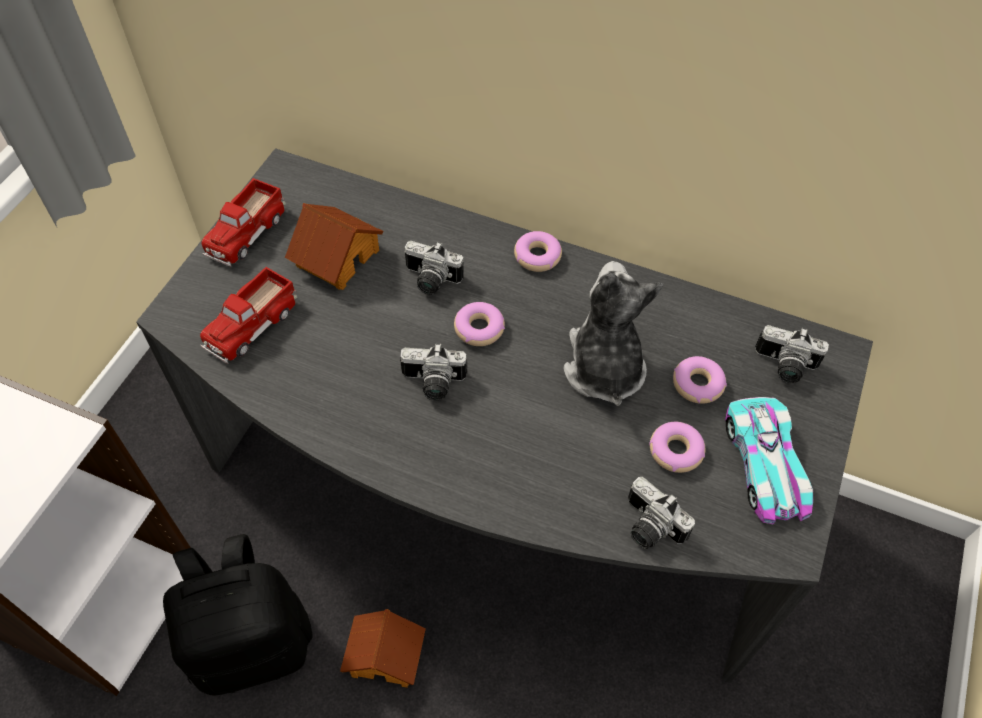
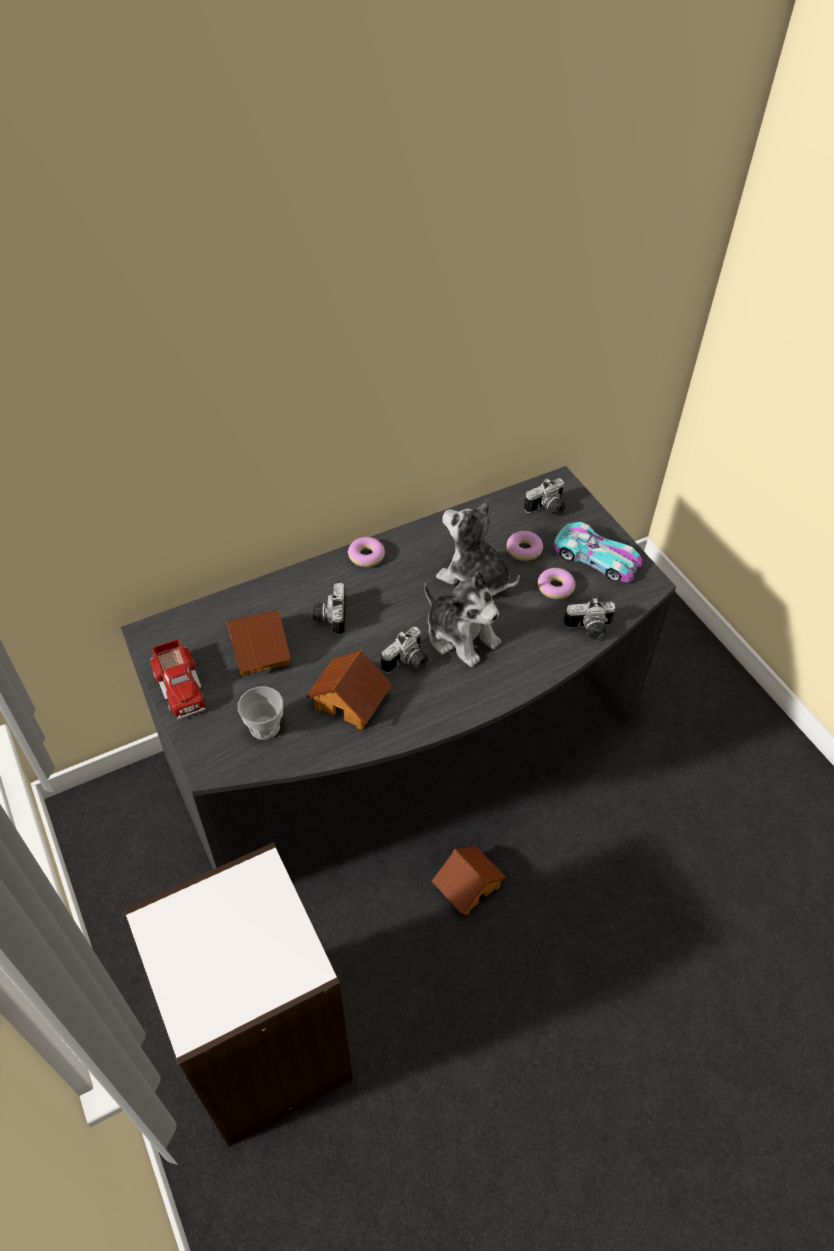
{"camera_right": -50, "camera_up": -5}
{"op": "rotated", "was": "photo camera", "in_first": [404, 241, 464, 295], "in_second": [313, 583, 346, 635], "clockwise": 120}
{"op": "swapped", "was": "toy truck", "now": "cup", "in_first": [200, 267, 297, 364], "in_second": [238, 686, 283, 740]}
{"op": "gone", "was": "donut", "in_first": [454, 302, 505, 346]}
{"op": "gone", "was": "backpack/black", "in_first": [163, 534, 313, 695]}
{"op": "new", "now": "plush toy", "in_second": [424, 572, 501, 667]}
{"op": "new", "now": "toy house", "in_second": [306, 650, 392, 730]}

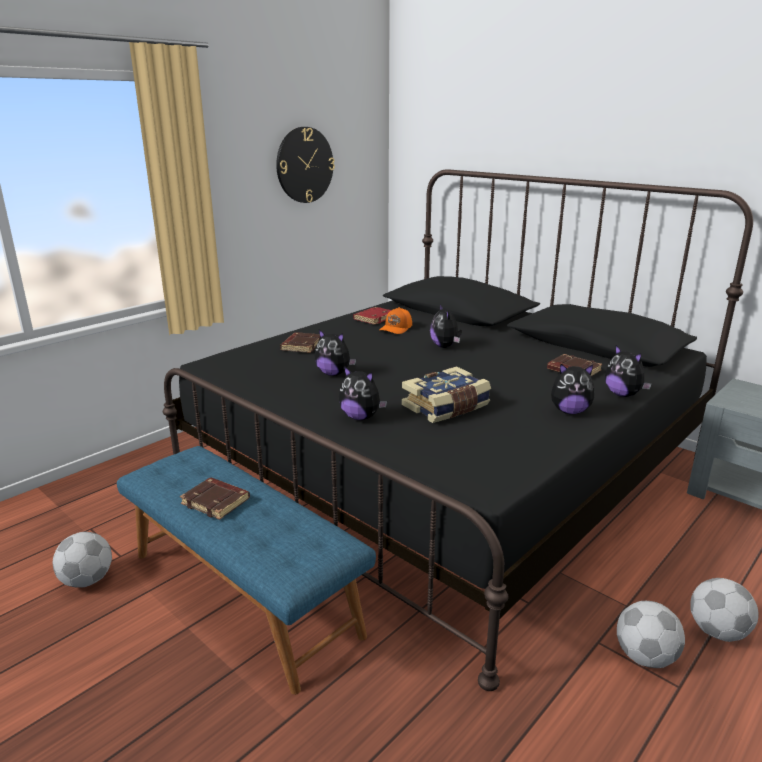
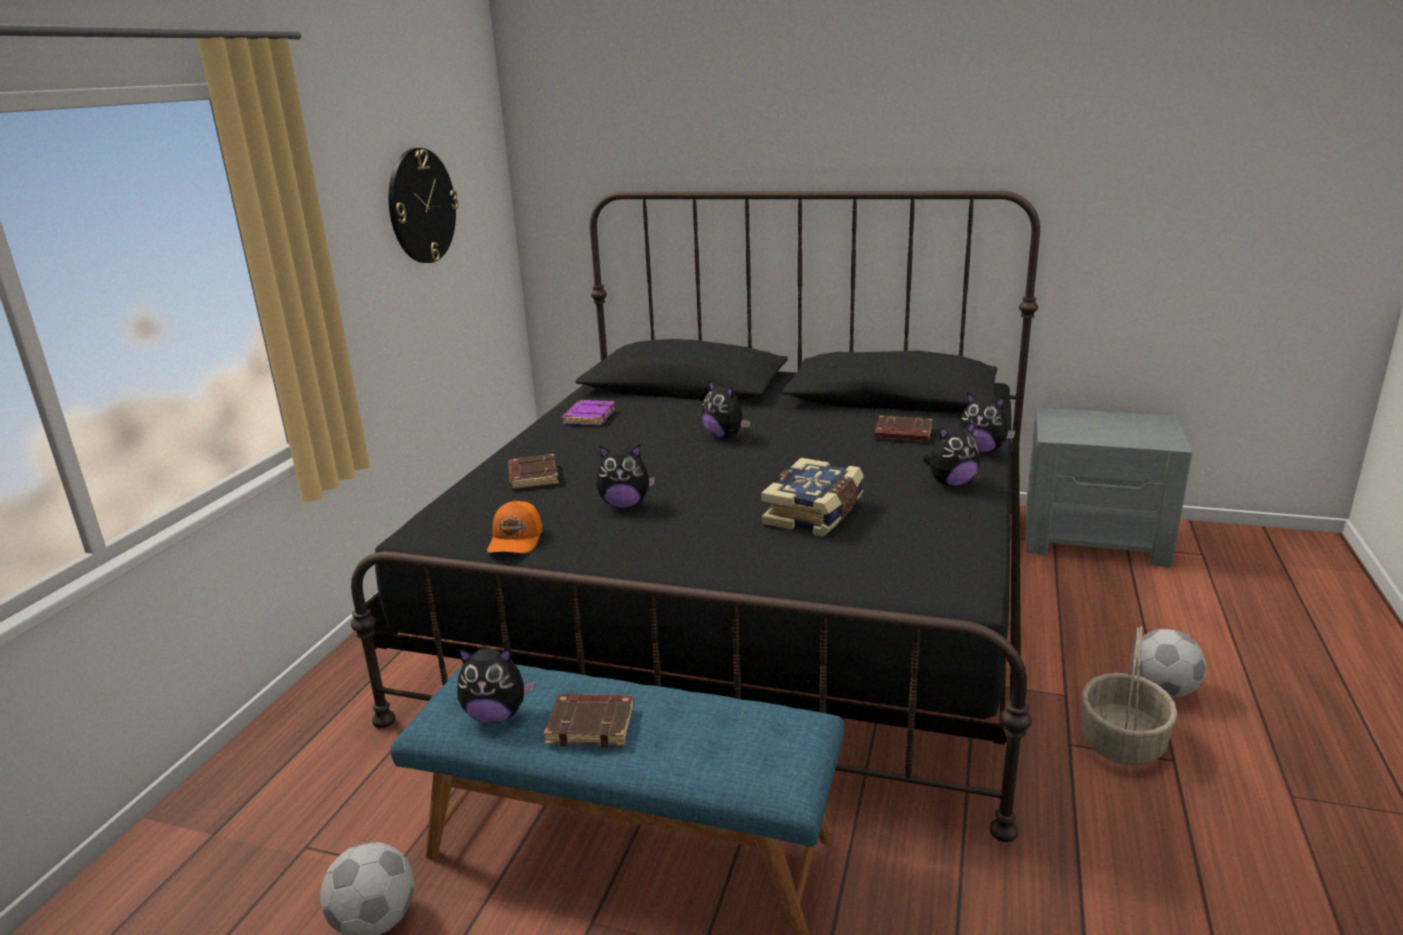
{"camera_right": -25, "camera_up": 0}
{"op": "repainted", "was": "book/red", "now": "book/purple", "in_first": [353, 307, 391, 325], "in_second": [561, 400, 616, 426]}
{"op": "shifted", "was": "cap/orange", "in_first": [379, 307, 412, 334], "in_second": [487, 500, 543, 553]}
{"op": "shifted", "was": "plush toy", "in_first": [339, 366, 387, 420], "in_second": [457, 648, 534, 723]}
{"op": "swapped", "was": "football", "now": "basket", "in_first": [617, 601, 685, 668], "in_second": [1081, 626, 1178, 766]}

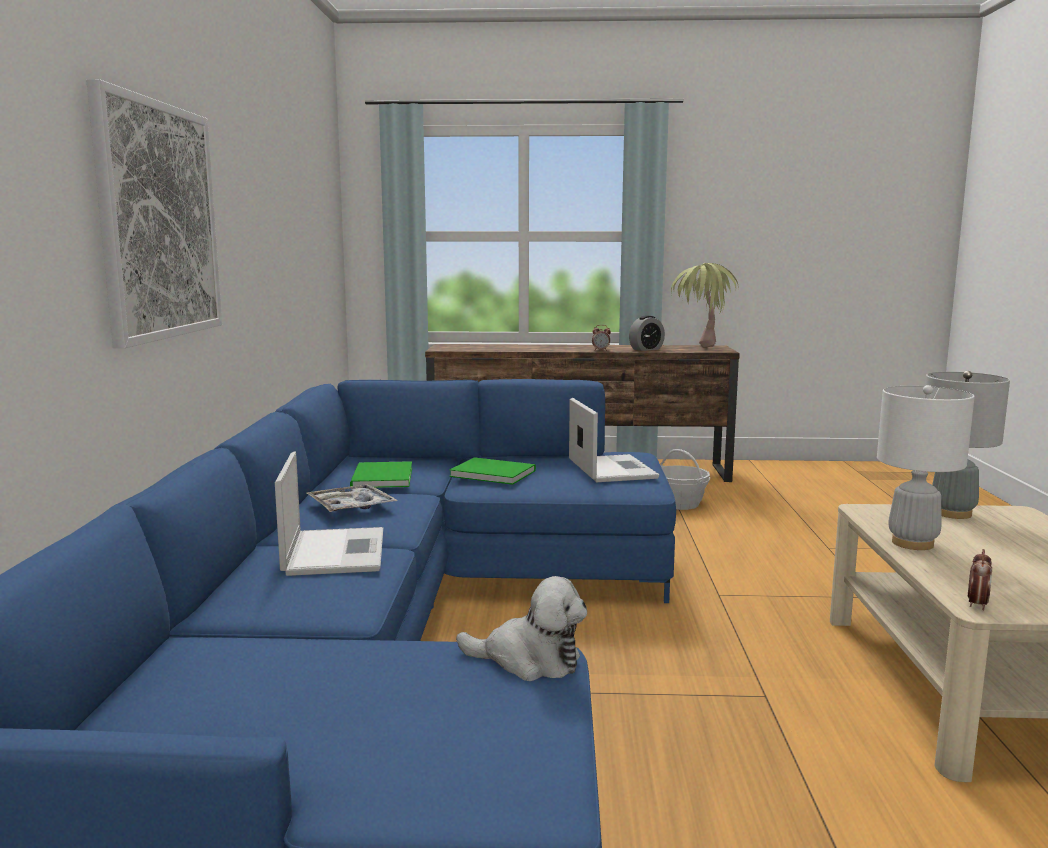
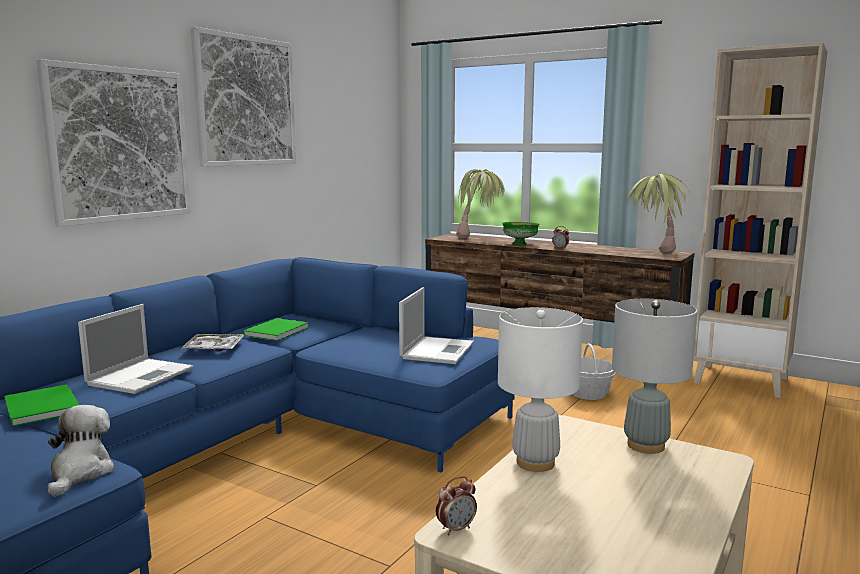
{"camera_right": 30, "camera_up": 0}
{"op": "gone", "was": "alarm clock", "in_first": [629, 315, 665, 351]}
{"op": "shifted", "was": "book/green", "in_first": [449, 457, 536, 485], "in_second": [4, 385, 79, 426]}
{"op": "rotated", "was": "plush toy", "in_first": [456, 576, 587, 681], "in_second": [47, 405, 114, 497], "clockwise": -135}
{"op": "new", "now": "picture", "in_second": [191, 27, 296, 167]}
{"op": "new", "now": "bookcase/beige", "in_second": [693, 42, 827, 398]}
{"op": "new", "now": "potted plant", "in_second": [456, 169, 504, 238]}
{"op": "new", "now": "bowl/green", "in_second": [502, 222, 539, 245]}

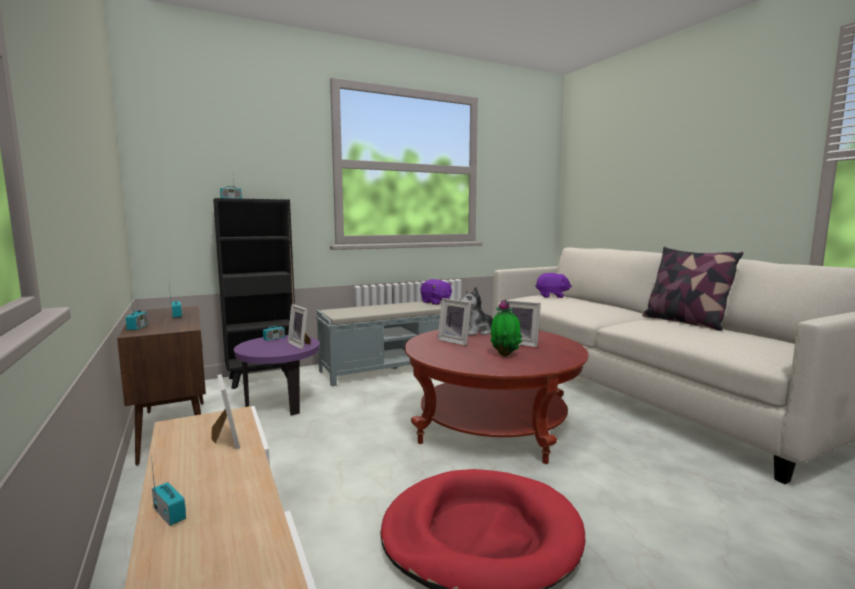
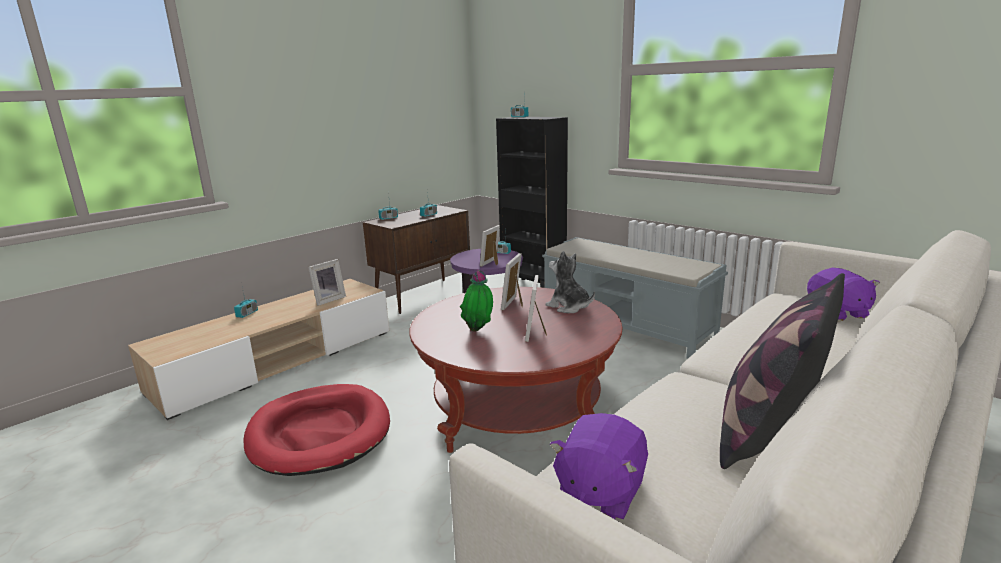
{"camera_right": 70, "camera_up": 10}
{"op": "shifted", "was": "plush toy/purple", "in_first": [420, 279, 452, 305], "in_second": [550, 413, 648, 520]}

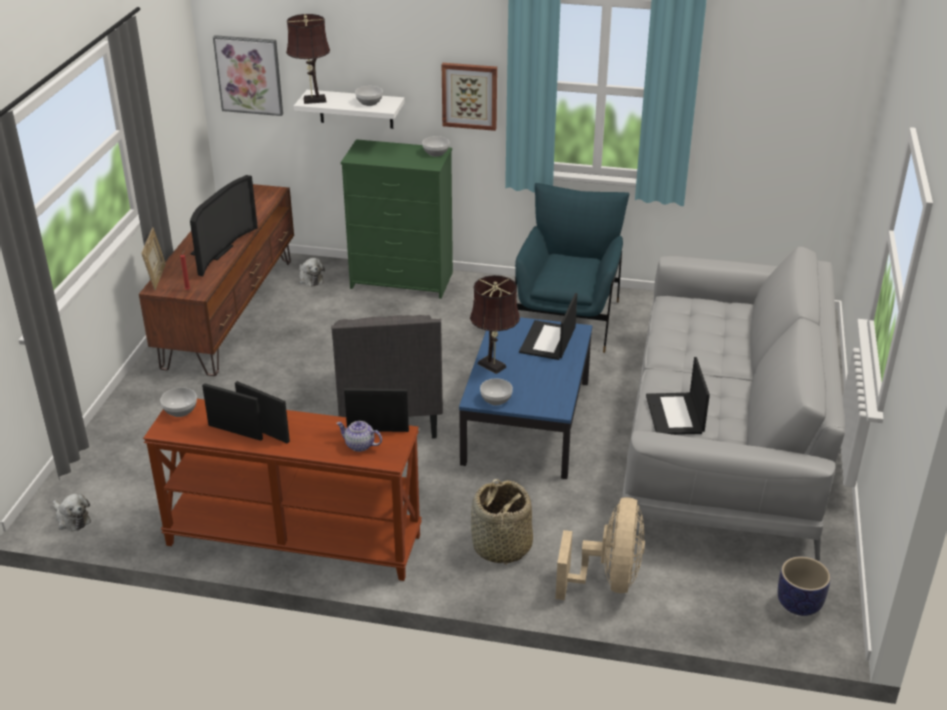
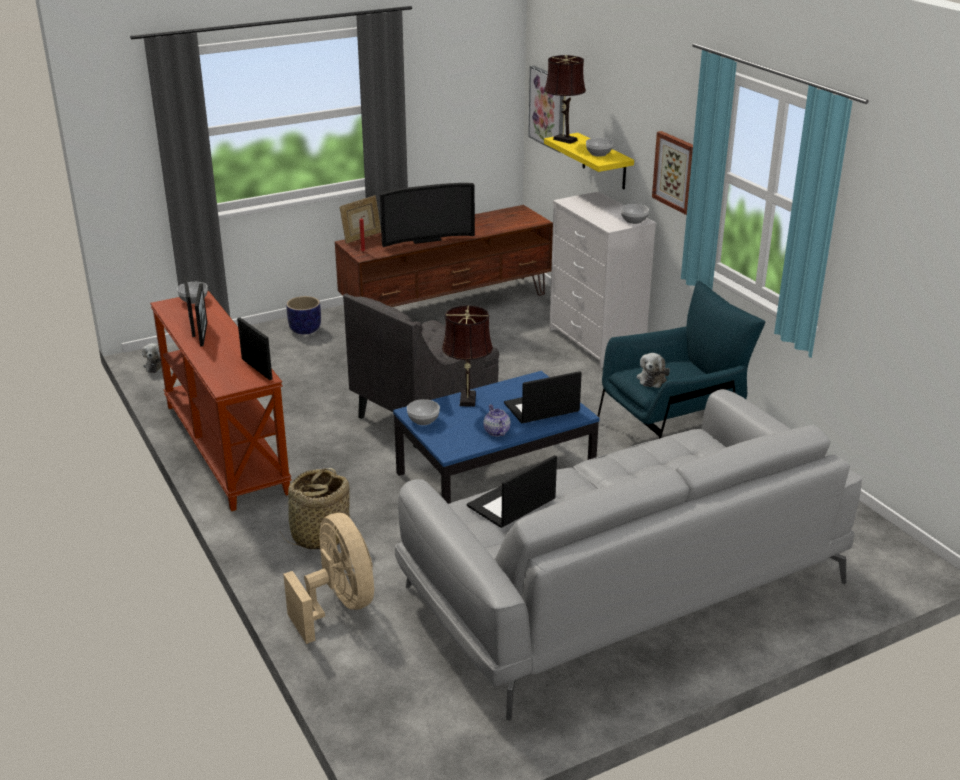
{"camera_right": 50, "camera_up": -5}
{"op": "repainted", "was": "shelf/white", "now": "shelf/yellow", "in_first": [294, 90, 405, 129], "in_second": [544, 133, 634, 189]}
{"op": "repainted", "was": "dresser/green", "now": "dresser/white", "in_first": [341, 139, 453, 299], "in_second": [550, 191, 656, 368]}
{"op": "shifted", "was": "plush toy", "in_first": [299, 258, 325, 287], "in_second": [637, 353, 670, 388]}
{"op": "shifted", "was": "teapot", "in_first": [336, 421, 382, 452], "in_second": [483, 405, 511, 437]}
{"op": "rotated", "was": "fan/beige", "in_first": [555, 497, 645, 600], "in_second": [283, 513, 374, 644], "clockwise": -90}
{"op": "shifted", "was": "planter", "in_first": [778, 556, 831, 616], "in_second": [286, 296, 321, 335]}

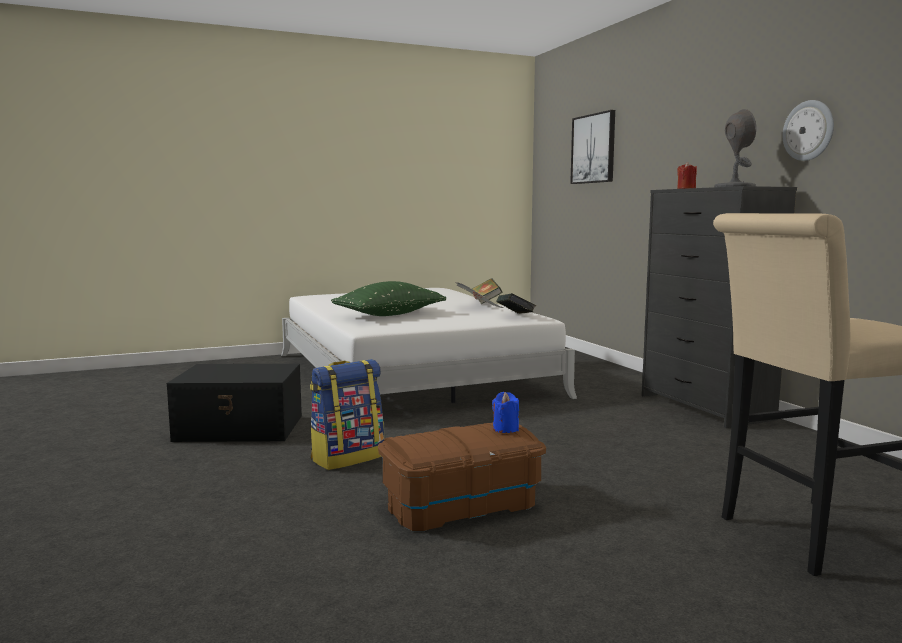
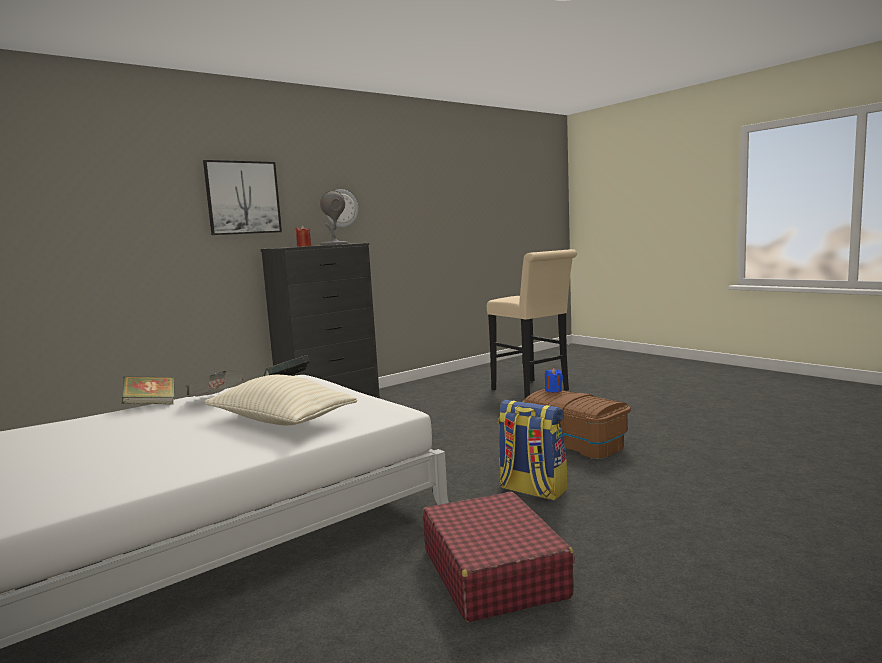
{"camera_right": -105, "camera_up": 0}
{"op": "shifted", "was": "picture", "in_first": [570, 110, 615, 184], "in_second": [203, 160, 282, 235]}
{"op": "repainted", "was": "pillow/green", "now": "pillow/beige", "in_first": [331, 281, 446, 316], "in_second": [205, 375, 358, 425]}
{"op": "swapped", "was": "storage box/black", "now": "suitcase/red", "in_first": [167, 364, 302, 442], "in_second": [423, 492, 575, 622]}

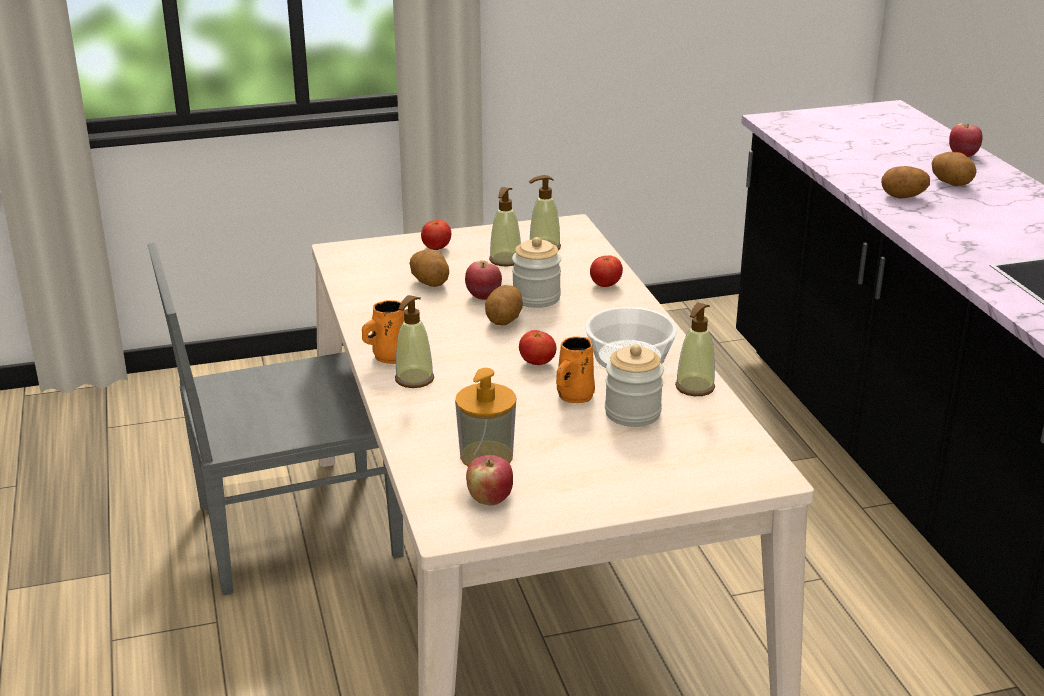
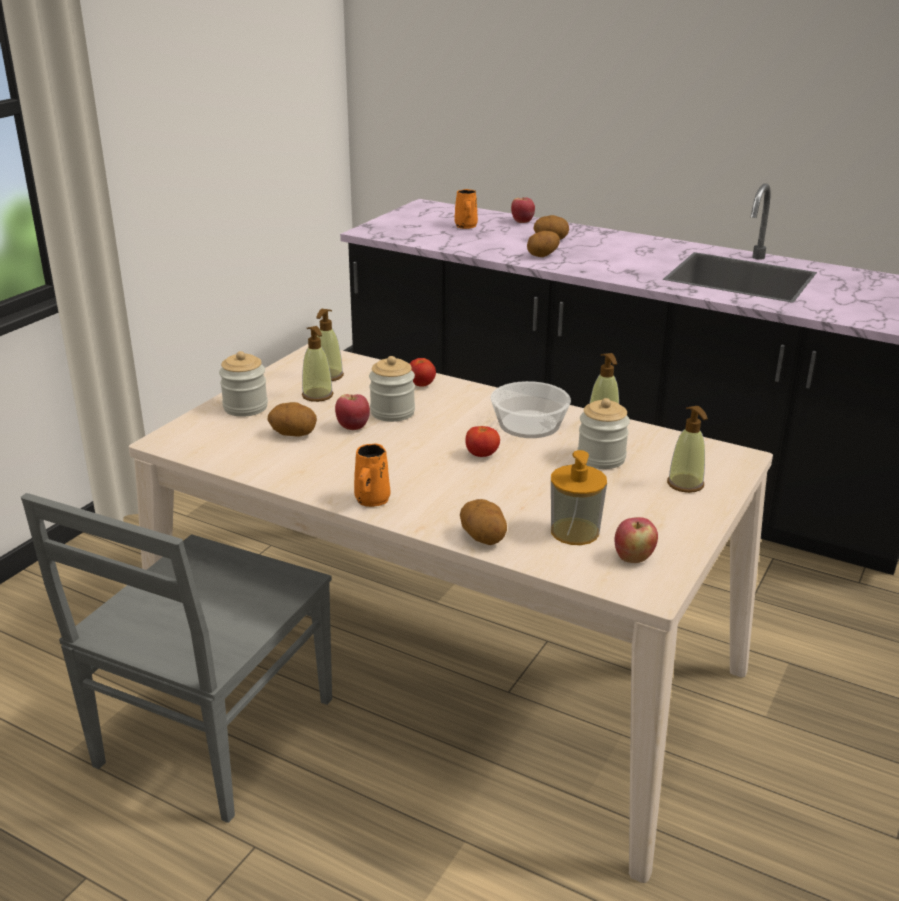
{"camera_right": -45, "camera_up": 0}
{"op": "swapped", "was": "tomato", "now": "jar", "in_first": [421, 220, 451, 250], "in_second": [219, 351, 268, 417]}
{"op": "shifted", "was": "potato", "in_first": [485, 285, 523, 325], "in_second": [460, 499, 507, 545]}
{"op": "shifted", "was": "soap dispenser", "in_first": [395, 295, 434, 388], "in_second": [667, 406, 708, 493]}
{"op": "shifted", "was": "mug/orange", "in_first": [556, 336, 595, 403], "in_second": [455, 189, 478, 229]}

